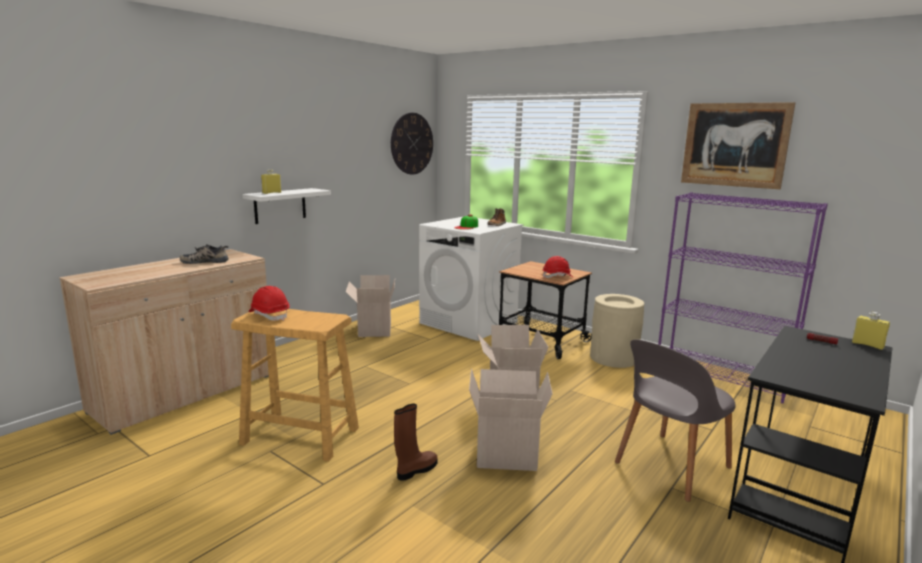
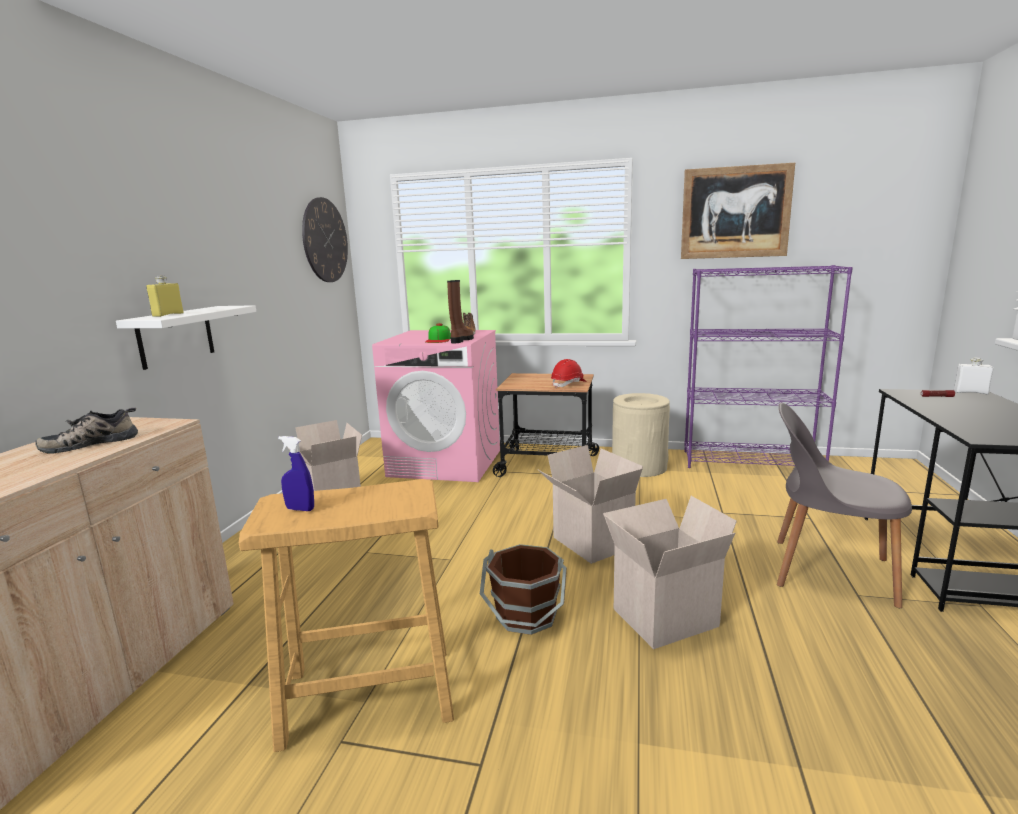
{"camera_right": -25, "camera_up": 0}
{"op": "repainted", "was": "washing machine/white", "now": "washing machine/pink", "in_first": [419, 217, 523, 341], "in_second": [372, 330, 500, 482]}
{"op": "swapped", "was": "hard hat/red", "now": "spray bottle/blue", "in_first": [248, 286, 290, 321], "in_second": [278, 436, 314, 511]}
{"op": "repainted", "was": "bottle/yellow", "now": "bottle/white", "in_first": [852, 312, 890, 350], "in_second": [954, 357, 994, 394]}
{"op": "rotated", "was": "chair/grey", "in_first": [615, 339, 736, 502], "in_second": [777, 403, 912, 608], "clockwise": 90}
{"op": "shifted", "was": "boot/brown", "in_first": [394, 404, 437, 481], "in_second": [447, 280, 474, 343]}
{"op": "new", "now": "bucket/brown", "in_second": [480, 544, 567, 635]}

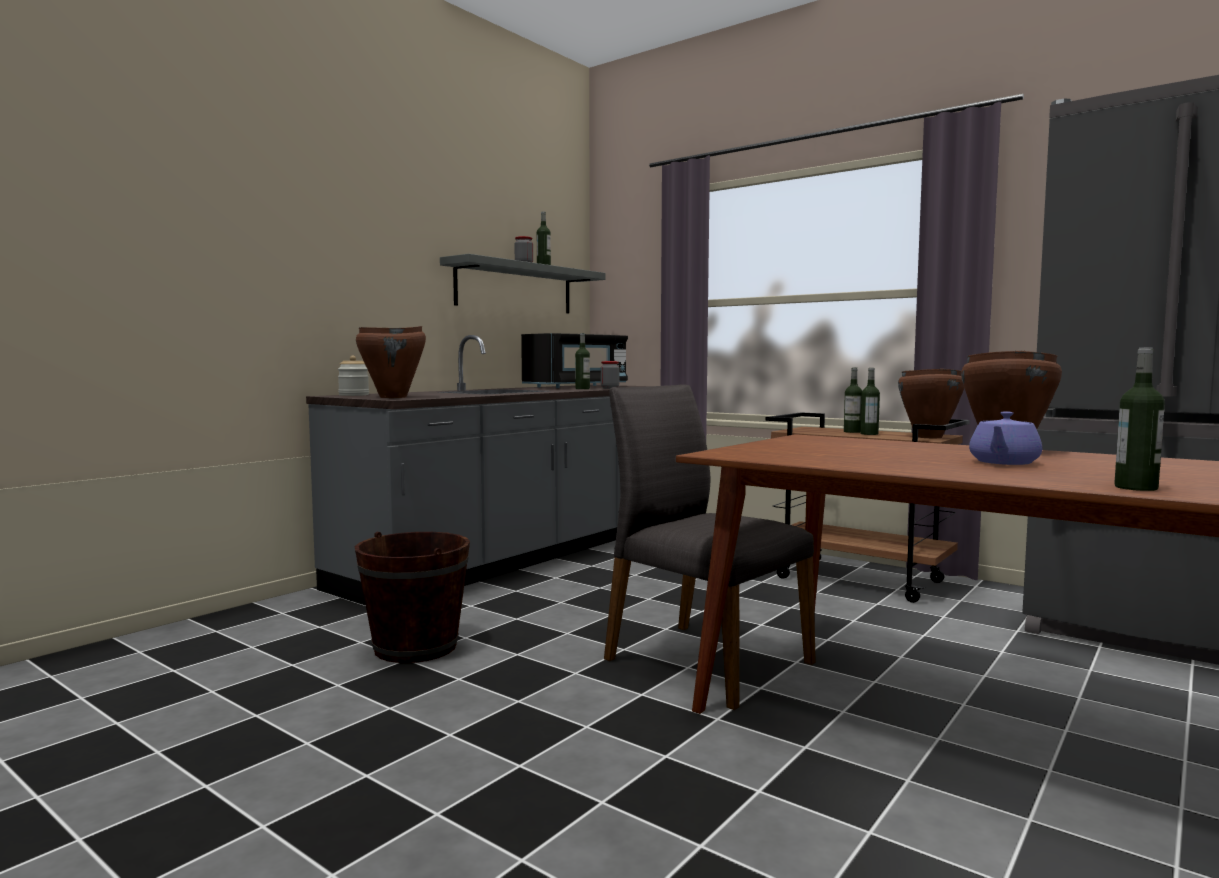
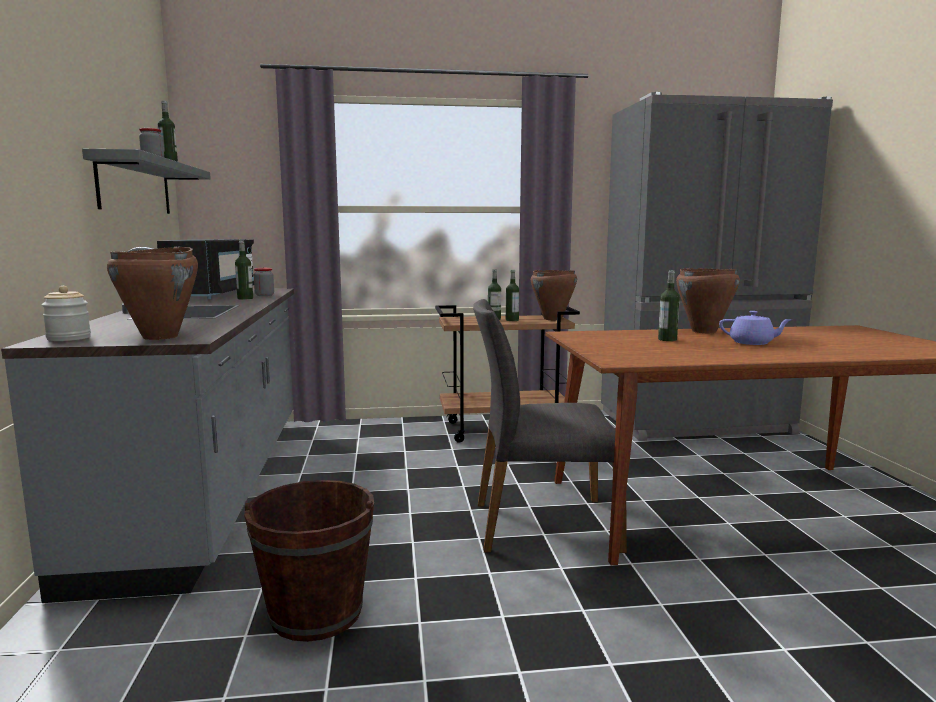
{"camera_right": -45, "camera_up": 5}
{"op": "shifted", "was": "bottle", "in_first": [1114, 347, 1165, 491], "in_second": [658, 270, 680, 341]}
{"op": "rotated", "was": "teapot/purple", "in_first": [969, 411, 1042, 465], "in_second": [719, 311, 792, 345], "clockwise": -60}

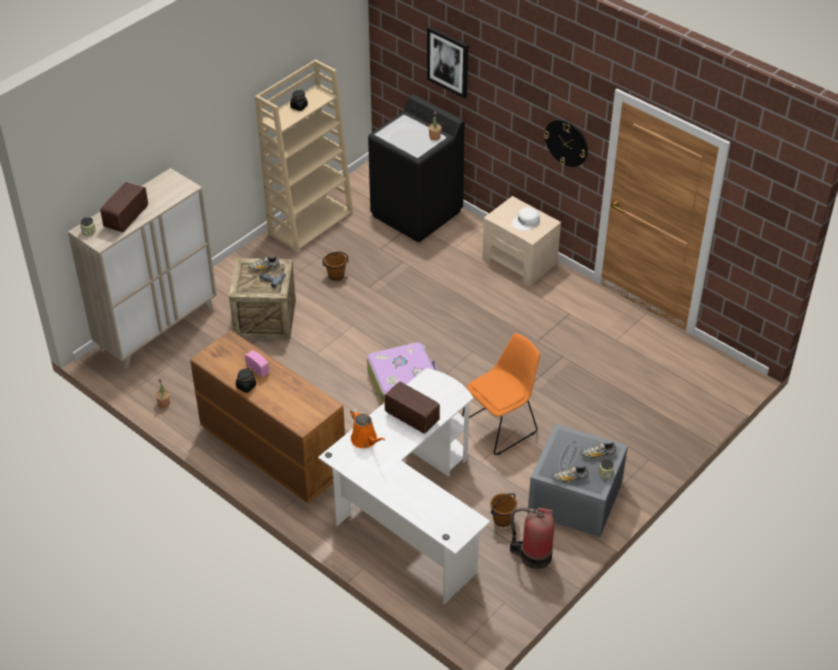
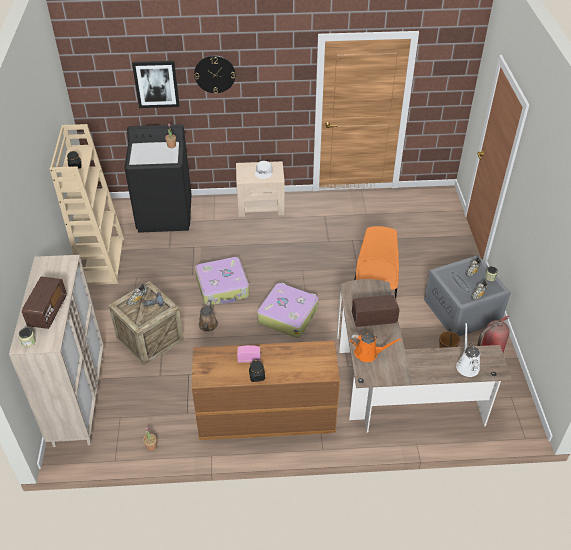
{"camera_right": -45, "camera_up": 0}
{"op": "shifted", "was": "wall clock", "in_first": [544, 119, 588, 167], "in_second": [194, 55, 235, 94]}
{"op": "rotated", "was": "radio", "in_first": [100, 182, 148, 232], "in_second": [22, 277, 66, 329], "clockwise": -150}
{"op": "gone", "was": "bucket/brown", "in_first": [323, 251, 349, 281]}
{"op": "repainted", "was": "desk/white", "now": "desk/brown", "in_first": [318, 368, 490, 604], "in_second": [337, 279, 512, 432]}
{"op": "new", "now": "suitcase", "in_second": [195, 257, 249, 305]}
{"op": "new", "now": "watering can/brown", "in_second": [199, 302, 218, 332]}
{"op": "new", "now": "watering can/white", "in_second": [456, 323, 480, 377]}

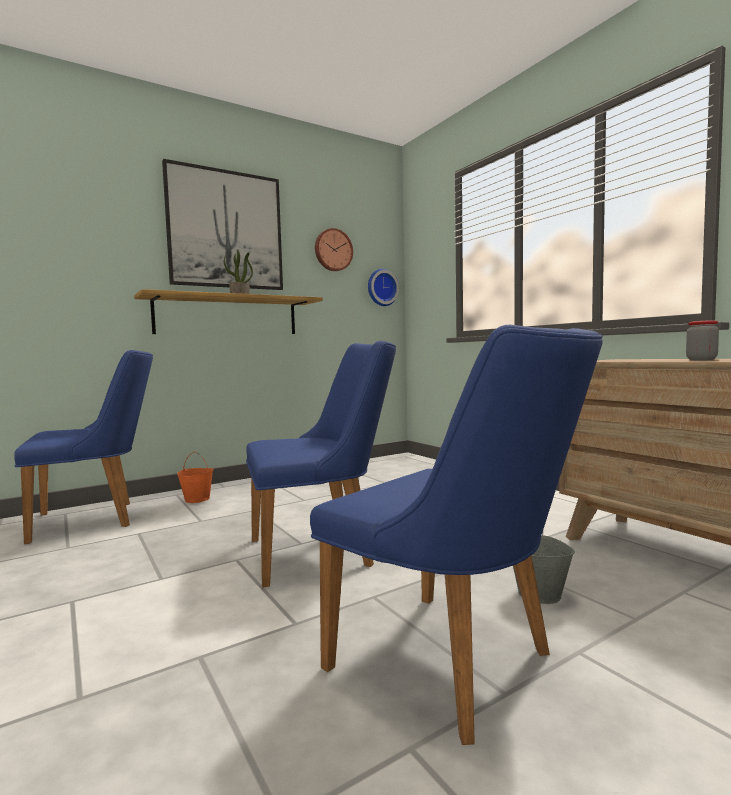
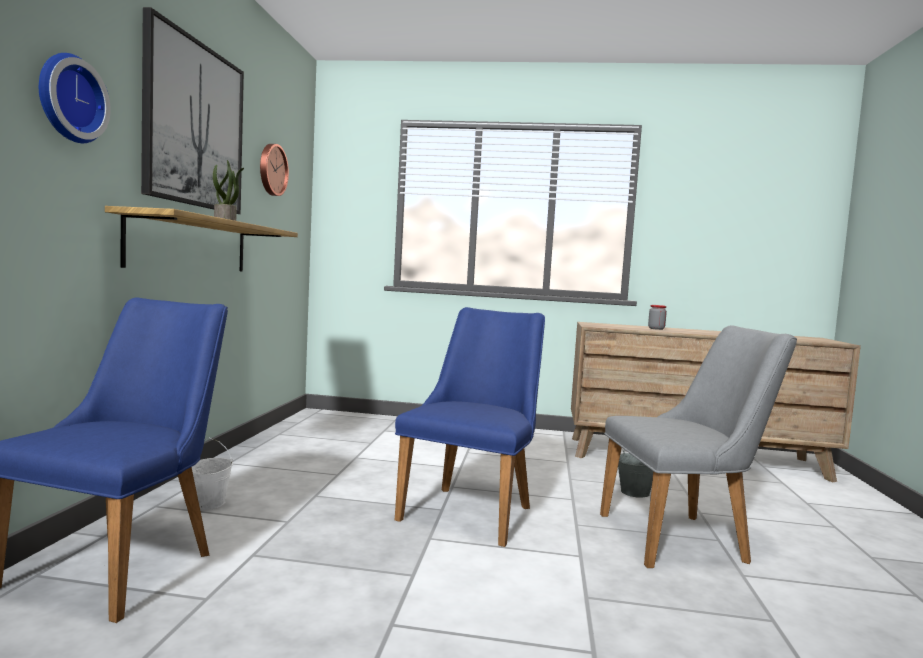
{"camera_right": -50, "camera_up": 0}
{"op": "shifted", "was": "wall clock", "in_first": [368, 269, 399, 306], "in_second": [39, 53, 111, 143]}
{"op": "repainted", "was": "chair/blue", "now": "chair/grey", "in_first": [310, 325, 603, 745], "in_second": [600, 325, 797, 568]}
{"op": "repainted", "was": "bucket/orange", "now": "bucket/white", "in_first": [177, 451, 214, 503], "in_second": [192, 438, 233, 510]}

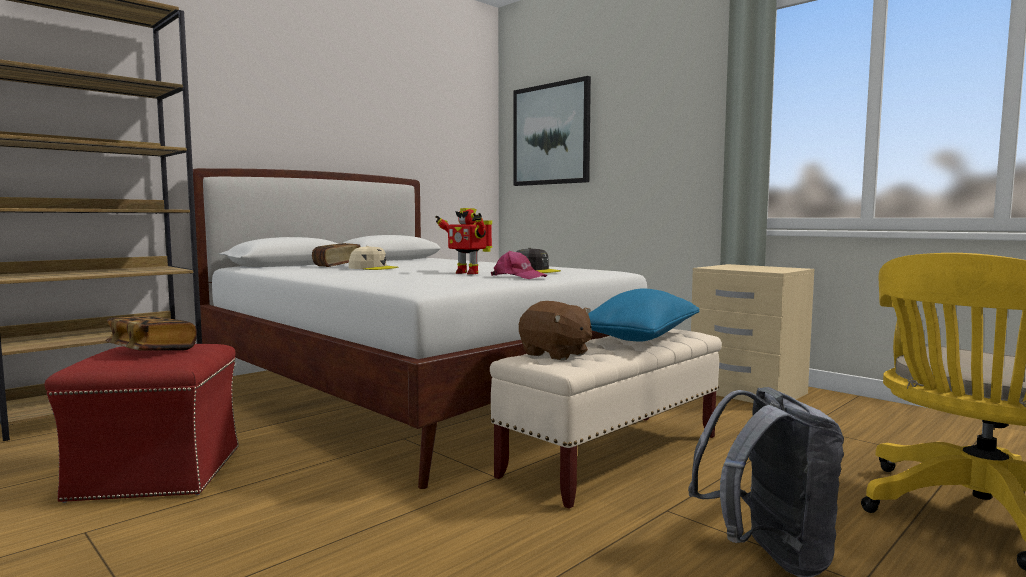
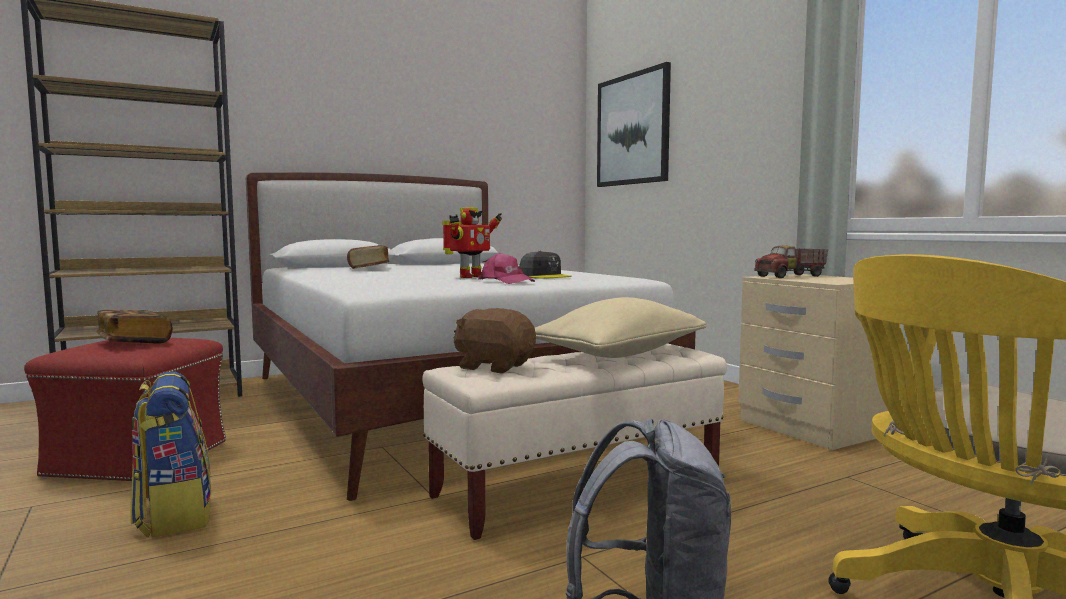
{"camera_right": 15, "camera_up": 0}
{"op": "rotated", "was": "toy robot", "in_first": [436, 208, 492, 275], "in_second": [443, 207, 502, 278], "clockwise": -105}
{"op": "gone", "was": "cap/beige", "in_first": [349, 246, 398, 270]}
{"op": "repainted", "was": "pillow/blue", "now": "pillow/beige", "in_first": [588, 289, 699, 341], "in_second": [535, 297, 706, 358]}
{"op": "rotated", "was": "plush toy/brown", "in_first": [519, 301, 592, 361], "in_second": [454, 308, 536, 373], "clockwise": 150}
{"op": "new", "now": "toy truck", "in_second": [754, 245, 828, 278]}
{"op": "new", "now": "backpack", "in_second": [130, 371, 211, 537]}

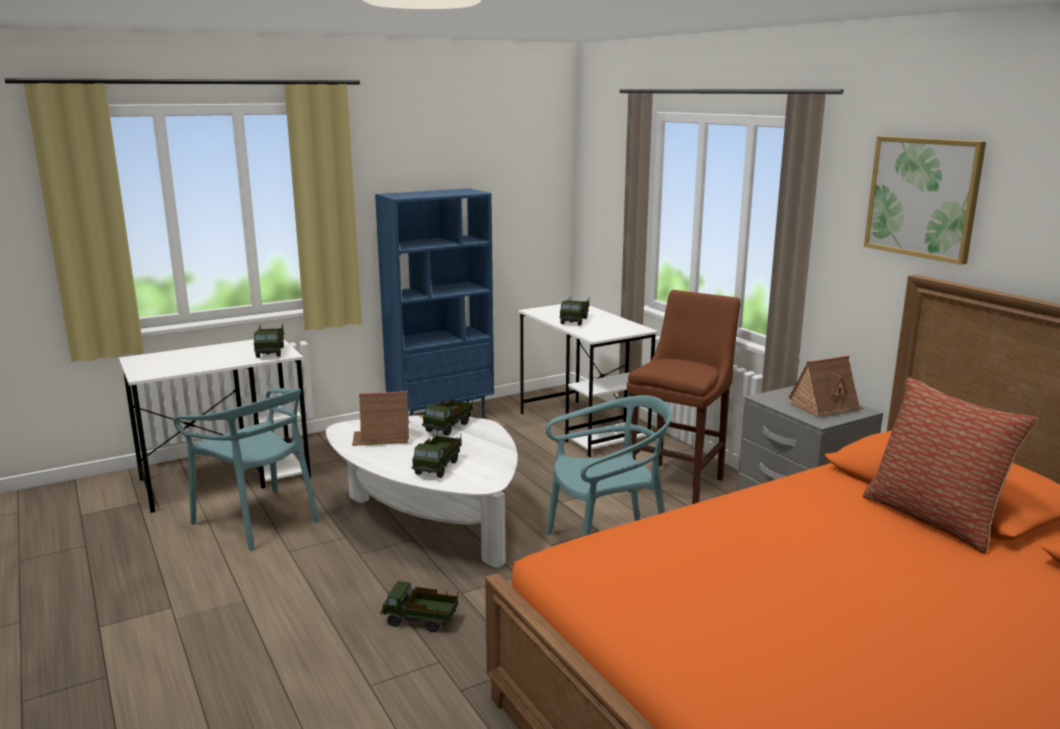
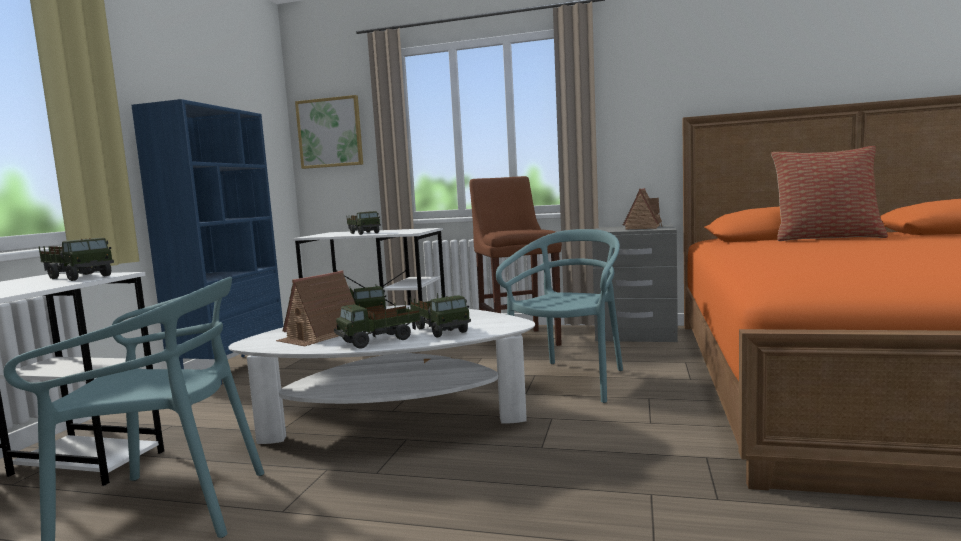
{"camera_right": -45, "camera_up": -10}
{"op": "shifted", "was": "picture", "in_first": [864, 136, 986, 265], "in_second": [295, 95, 363, 169]}
{"op": "shifted", "was": "toy truck", "in_first": [380, 581, 458, 632], "in_second": [334, 302, 421, 349]}

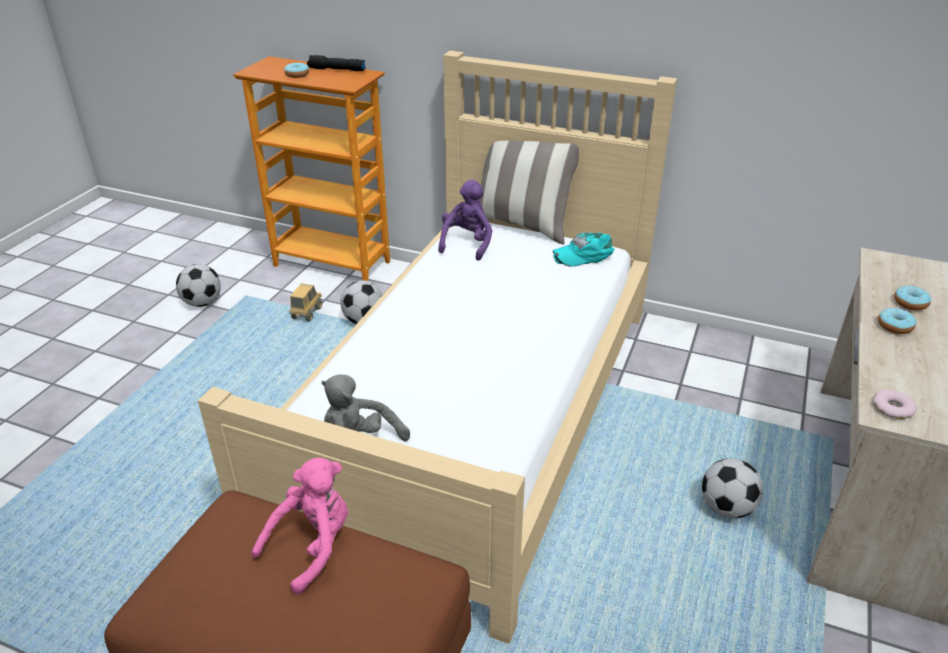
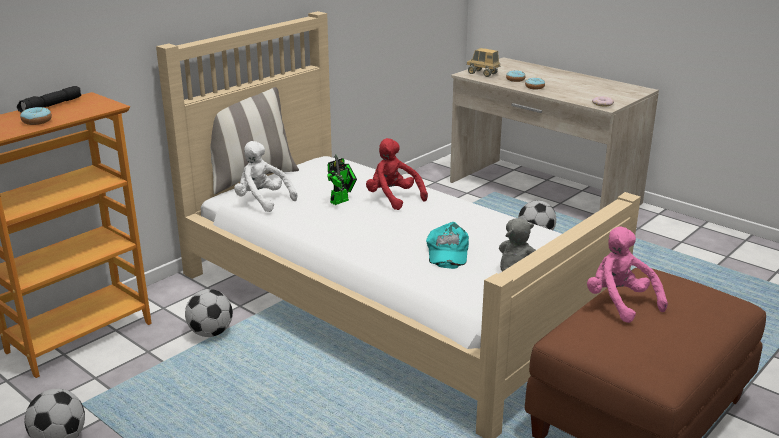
{"camera_right": -70, "camera_up": -10}
{"op": "repainted", "was": "plush toy/purple", "now": "plush toy/white", "in_first": [438, 179, 492, 261], "in_second": [234, 141, 297, 212]}
{"op": "shifted", "was": "cap/turquoise", "in_first": [552, 233, 615, 267], "in_second": [426, 222, 469, 269]}
{"op": "shifted", "was": "toy truck", "in_first": [289, 283, 322, 321], "in_second": [466, 48, 500, 77]}
{"op": "new", "now": "plush toy/red", "in_second": [366, 138, 428, 210]}
{"op": "new", "now": "toy robot", "in_second": [327, 155, 357, 205]}

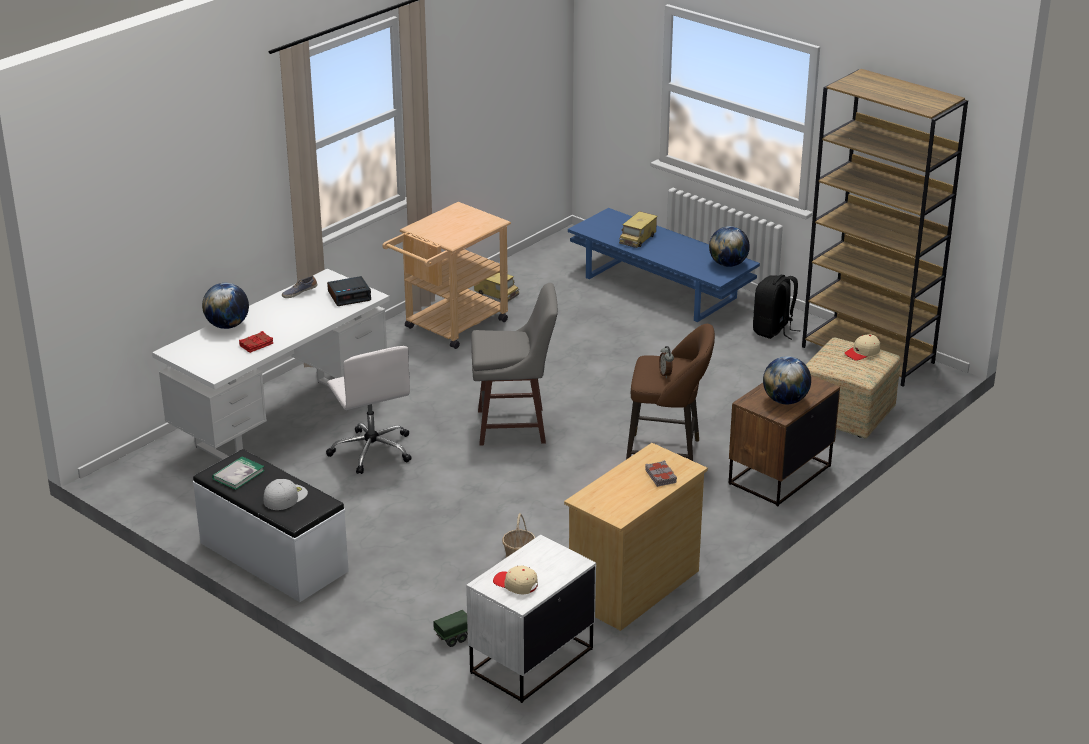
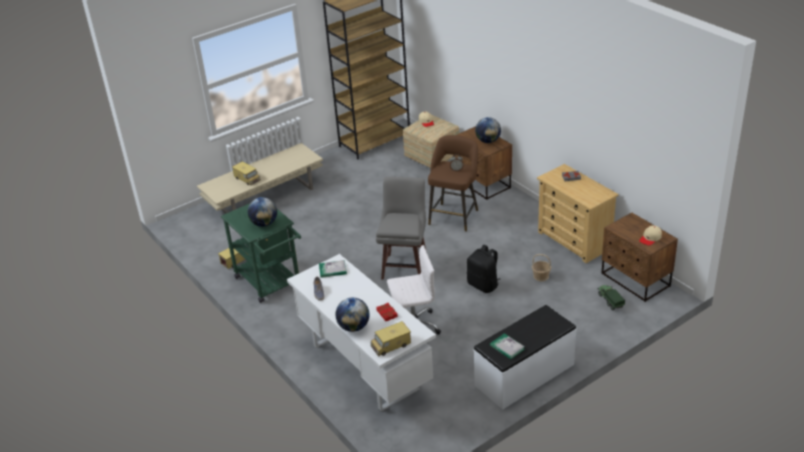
{"camera_right": -75, "camera_up": 5}
{"op": "repainted", "was": "cart/beige", "now": "cart/green", "in_first": [382, 202, 511, 349], "in_second": [221, 204, 301, 303]}
{"op": "repainted", "was": "coffee table/blue", "now": "coffee table/beige", "in_first": [568, 208, 760, 322], "in_second": [197, 143, 323, 214]}
{"op": "shifted", "was": "globe", "in_first": [709, 226, 750, 267], "in_second": [247, 197, 277, 227]}
{"op": "shifted", "was": "backpack/black", "in_first": [753, 275, 801, 340], "in_second": [467, 245, 500, 293]}
{"op": "swapped", "was": "alarm clock", "now": "book", "in_first": [327, 276, 371, 306], "in_second": [319, 260, 347, 278]}
{"op": "gone", "was": "cap/white", "in_first": [263, 479, 308, 510]}
{"op": "repainted", "was": "nightstand/white", "now": "nightstand/brown", "in_first": [466, 535, 596, 703], "in_second": [602, 212, 678, 302]}
{"op": "new", "now": "toy truck", "in_second": [370, 321, 411, 357]}

